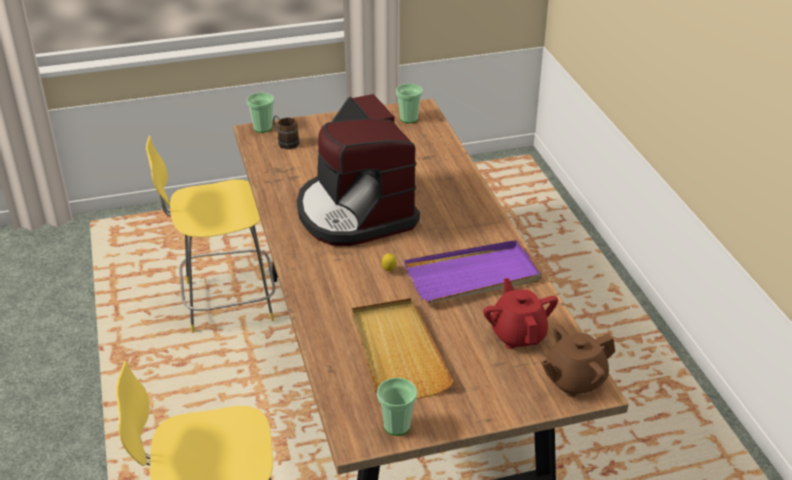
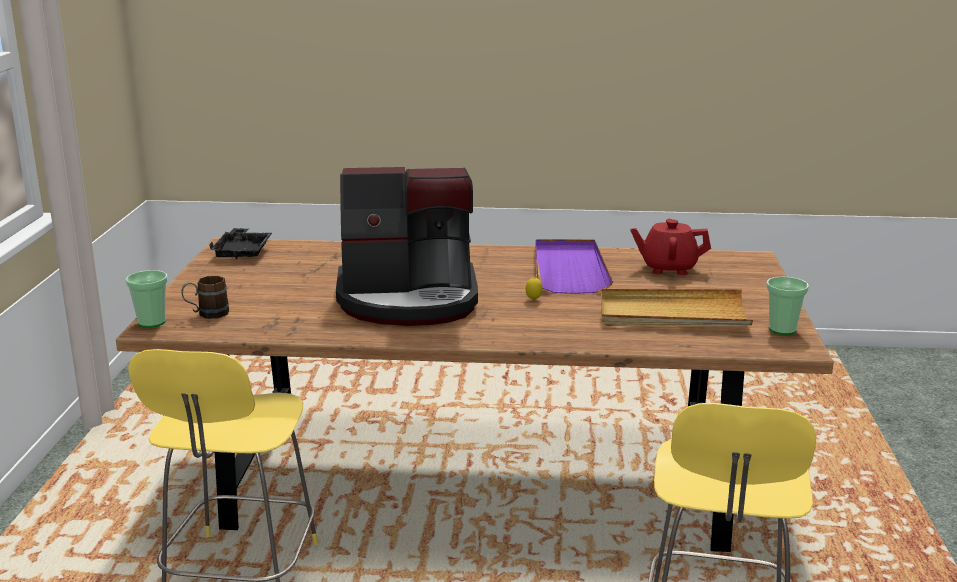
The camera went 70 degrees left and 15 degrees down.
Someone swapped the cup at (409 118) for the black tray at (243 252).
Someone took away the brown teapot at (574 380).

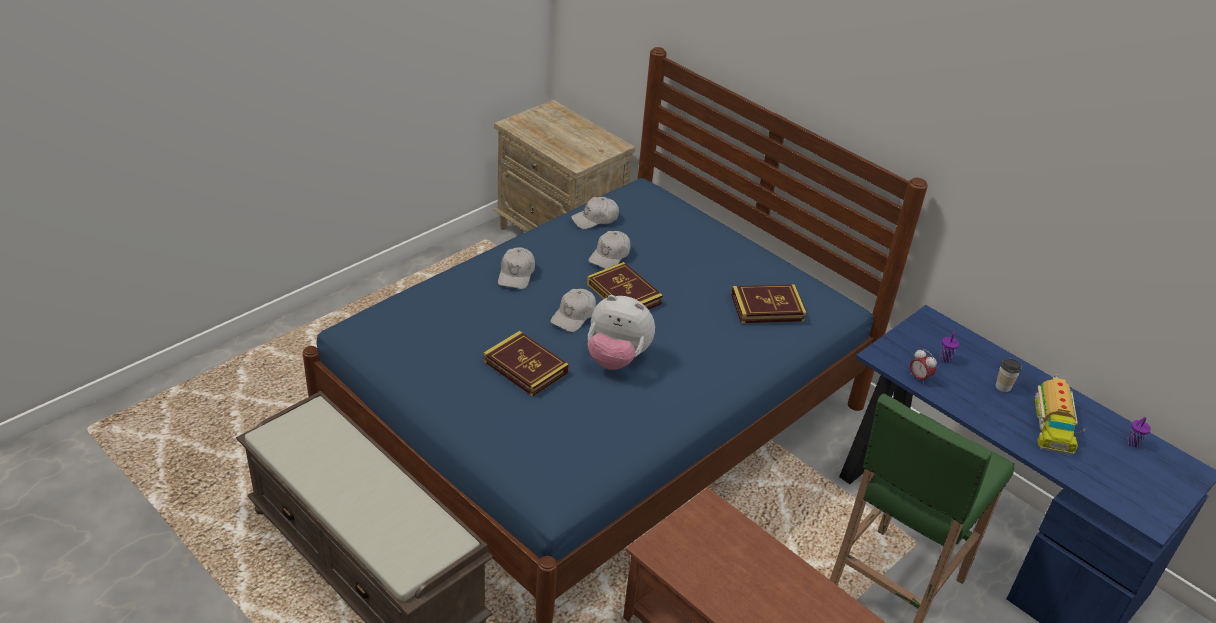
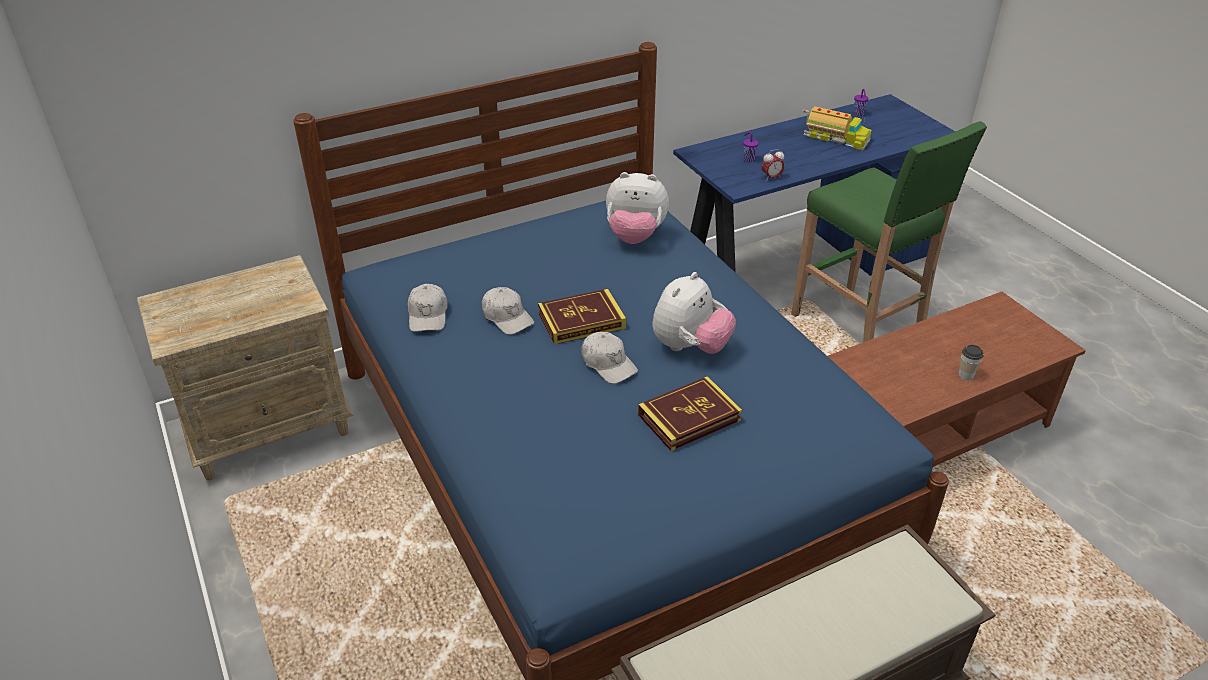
The camera went 70 degrees left and 0 degrees up.
Someone took away the white cap at (516 274).
Someone swapped the book at (767 307) for the plush toy at (635 236).
Someone carried the cup from (1003 387) to (966 375).

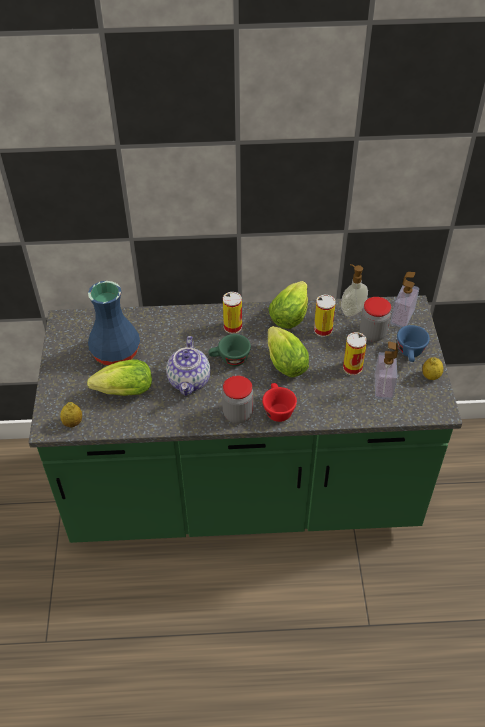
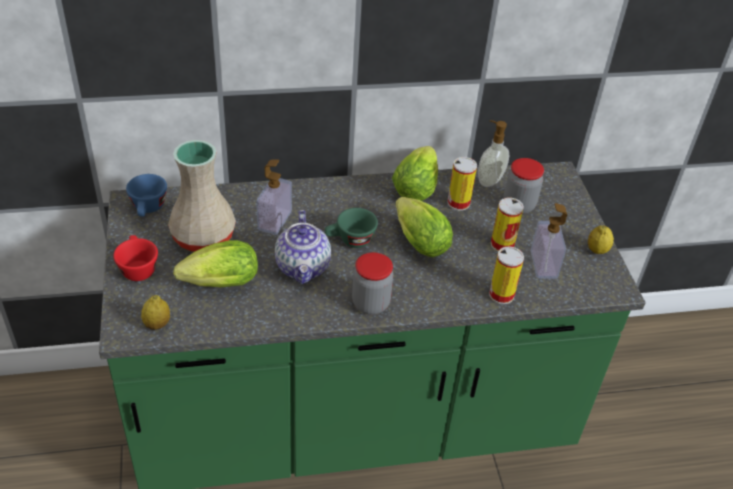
The camera went 10 degrees left and 5 degrees down.
Someone carried the soap dispenser from (402 317) to (275 221).
Someone repainted the blue vase at (117 351), which became the beige vase at (205 235).
Someone carried the can from (232 327) to (501 294).
Someone carried the blue cup from (410 353) to (148 209).
Someone carried the red cup from (277 409) to (137 267).

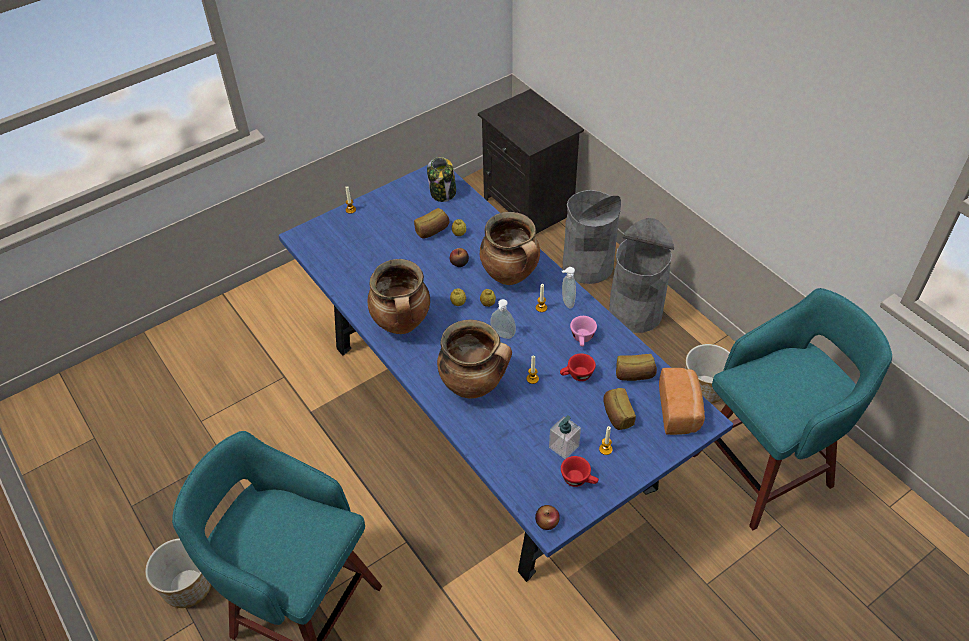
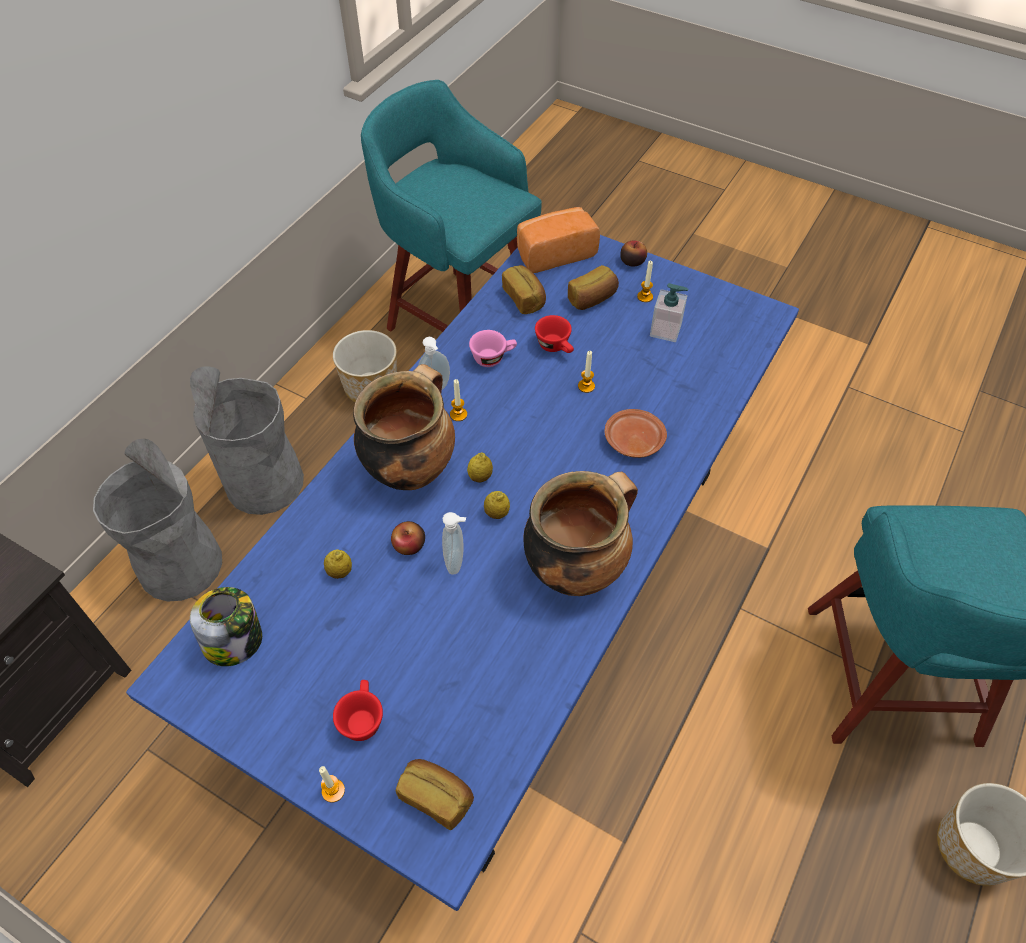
The camera went 115 degrees left and 5 degrees up.
Someone carried the bread from (432 231) to (436 797).
Someone carried the soap dispenser from (502 335) to (456 561).
Someone swapped the cooking pot at (474 385) for the brown plate at (633 440).
Someone carried the red cup from (579 480) to (362 717).
Someone carried the apple from (547 522) to (632 261).

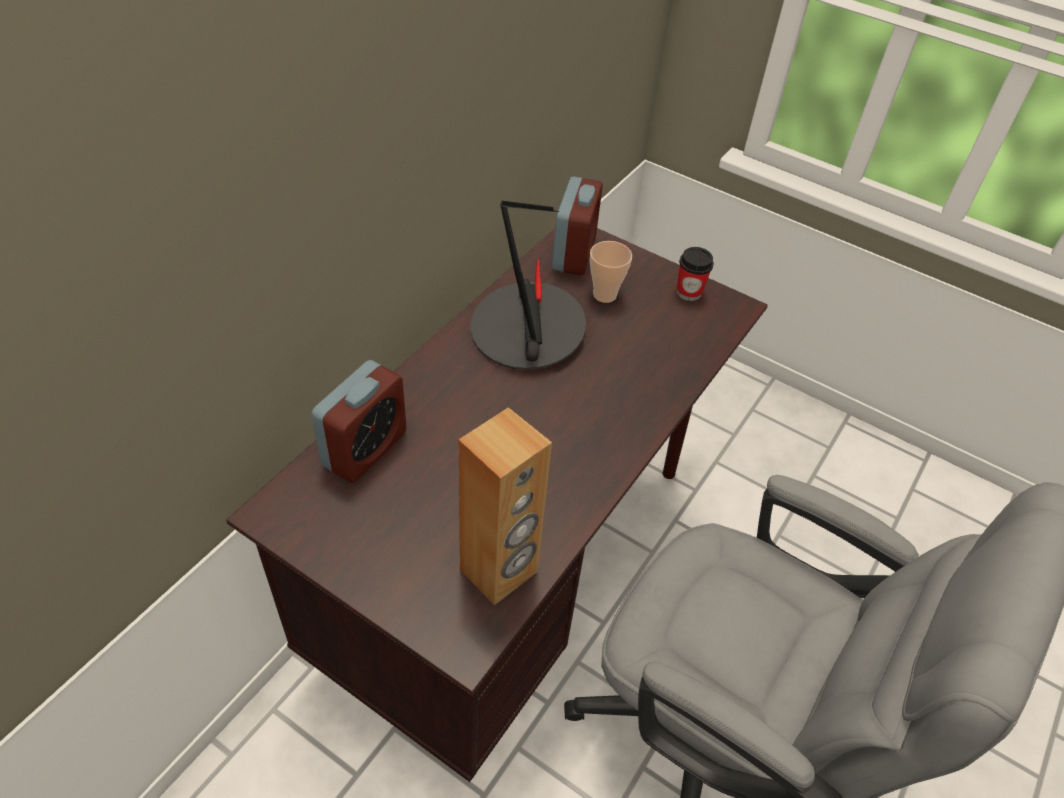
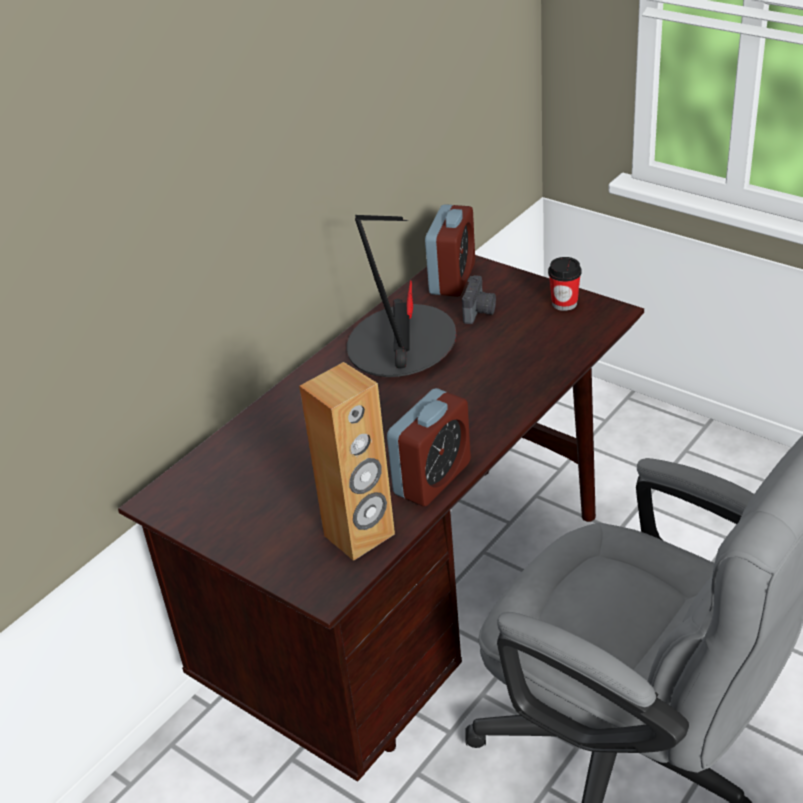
The camera went 10 degrees right and 10 degrees down.
Someone swapped the cup at (604 295) for the photo camera at (479 312).
Someone carried the alarm clock from (365 449) to (432 478).

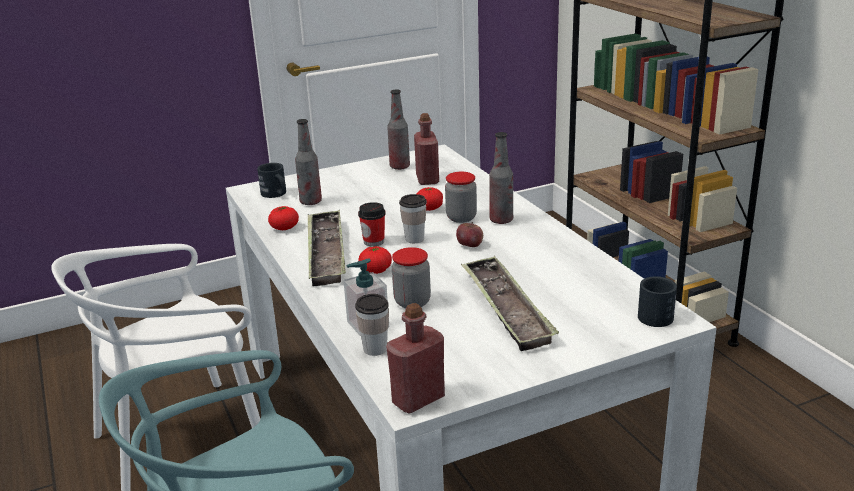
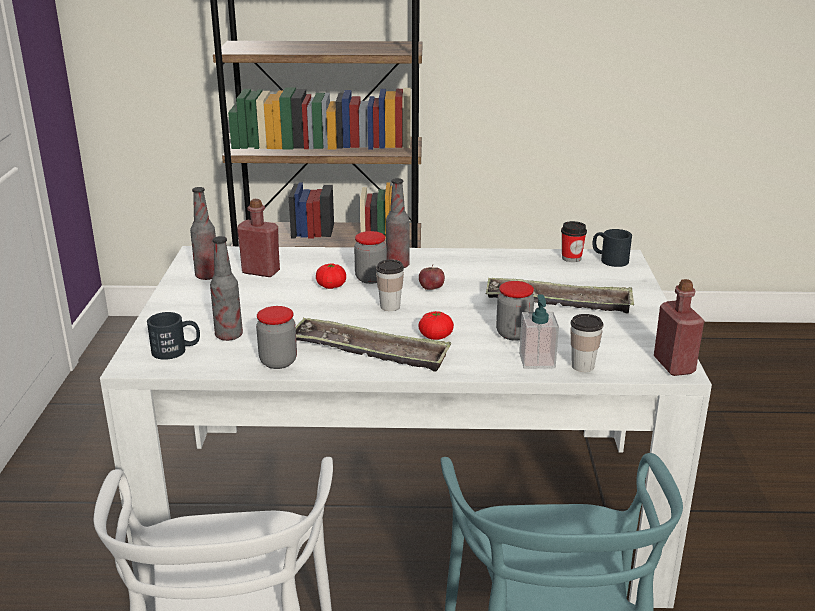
The camera went 65 degrees left and 0 degrees up.
Someone carried the cup from (374 241) to (571 258).
Someone swapped the tomato at (284 228) for the jar at (278 362).

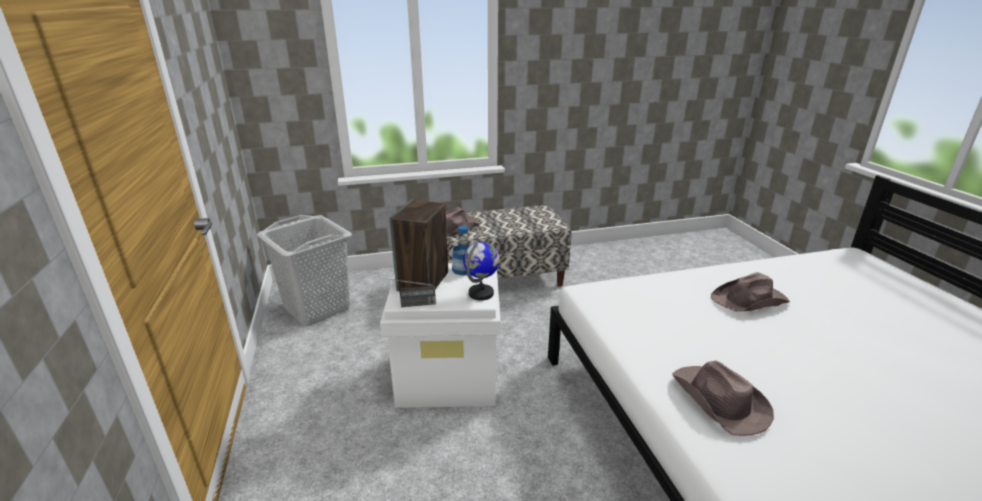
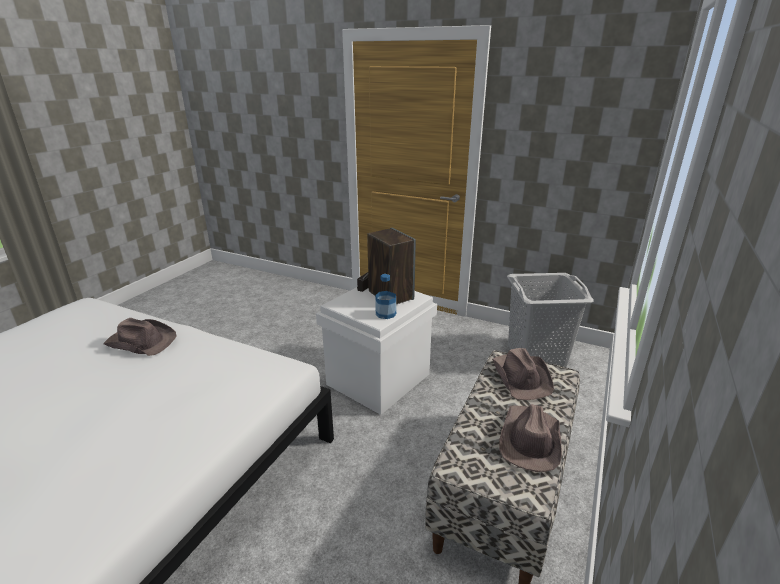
The camera went 130 degrees right and 0 degrees up.
Someone took away the globe at (481 293).
Someone carried the brown hat from (750 300) to (529 439).

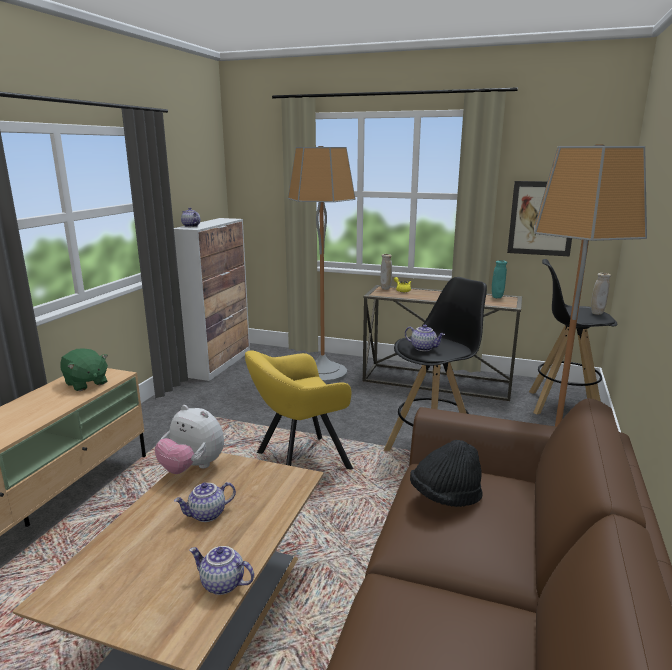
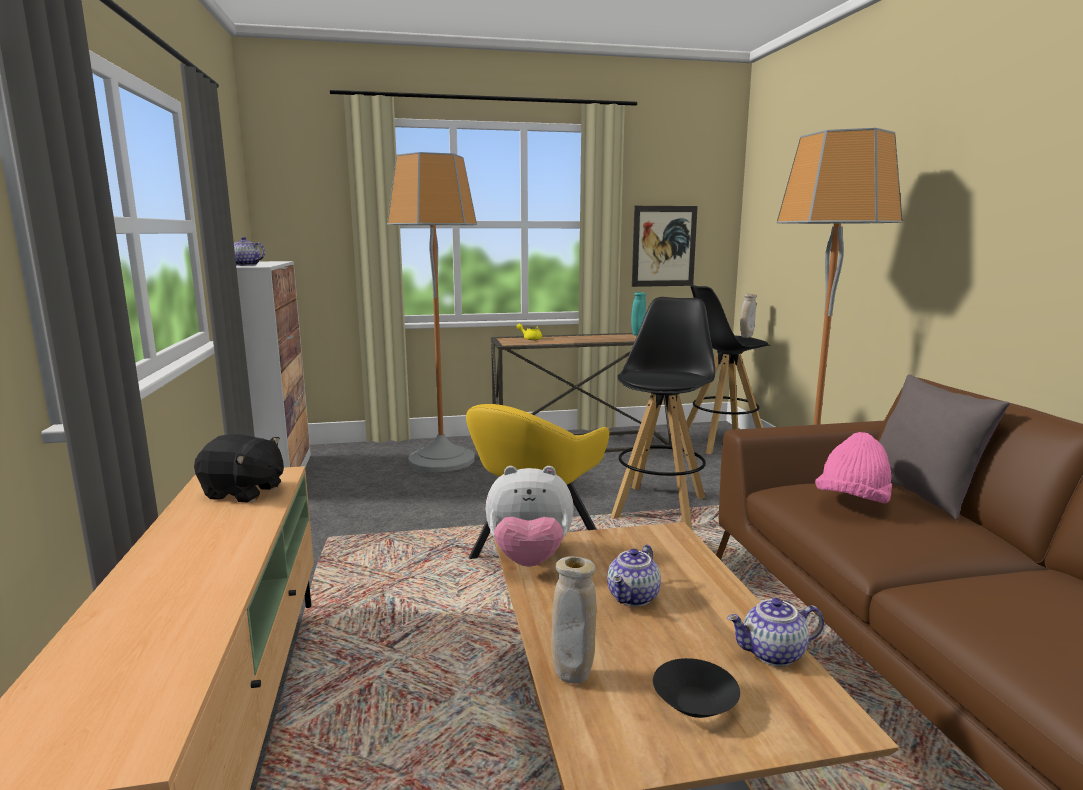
The camera went 30 degrees left and 5 degrees down.
Someone carried the beige vase from (385 289) to (573 677).
Someone took away the teapot at (424 348).
Someone repainted the green plush toy at (86 383), which became the black plush toy at (244 492).
Someone repainted the black hat at (445 497), which became the pink hat at (852 502).
Someone put down the grey pillow at (922 495).
Someone put down the black bowl at (693 704).

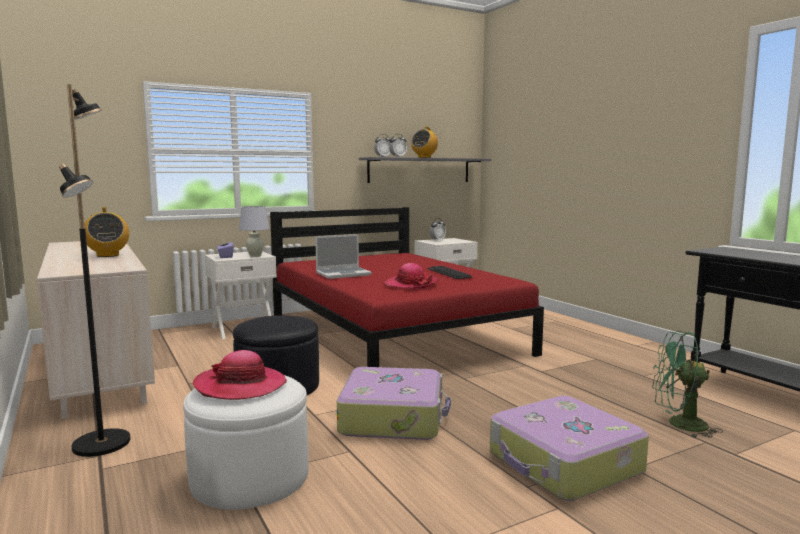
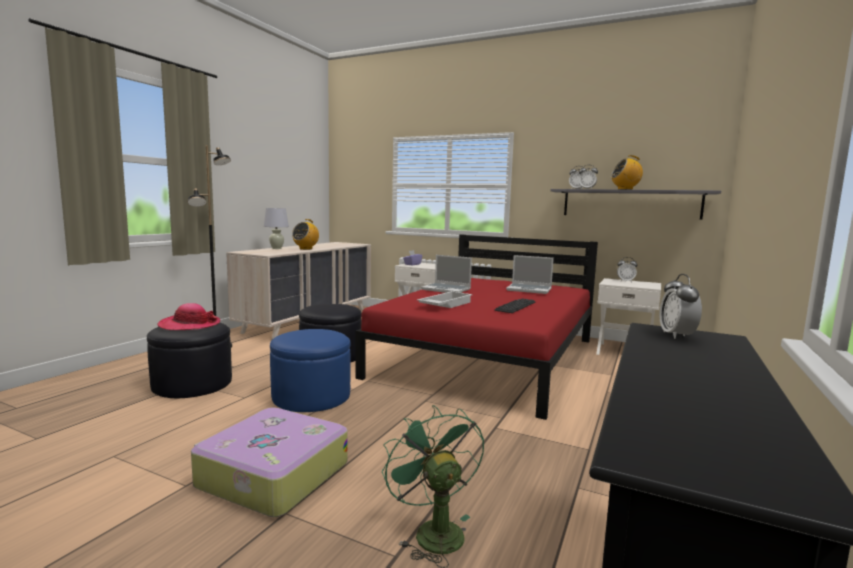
The camera went 55 degrees right and 0 degrees up.
Someone carried the white table lamp from (255 256) to (277 248).
Someone swapped the hat at (410 284) for the white tray at (444 305).
Someone swapped the suitcase at (393 417) for the blue ottoman at (311 396).
Someone repainted the white ottoman at (249 477), which became the black ottoman at (192 384).
Someone put down the laptop at (530 289).
Someone put down the alarm clock at (676 335).

